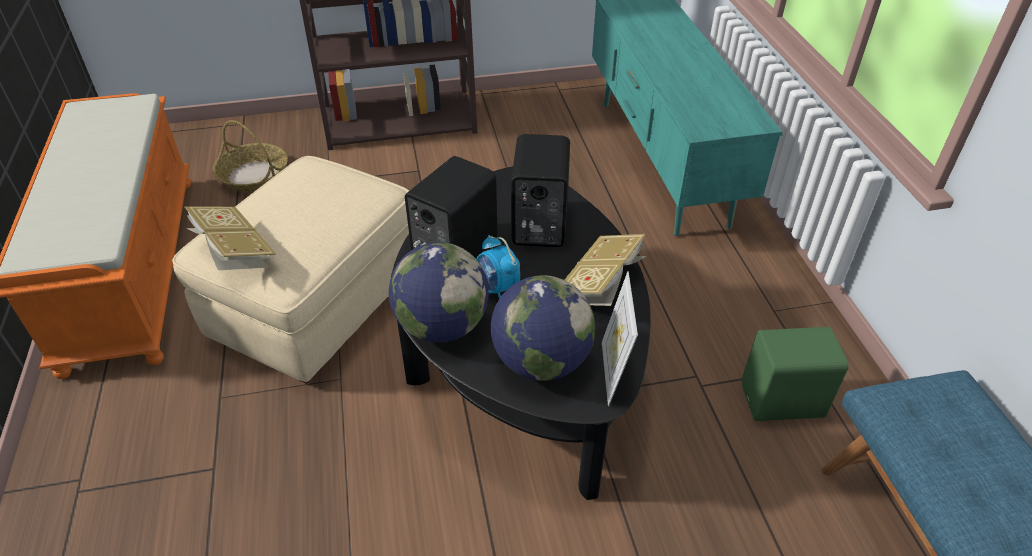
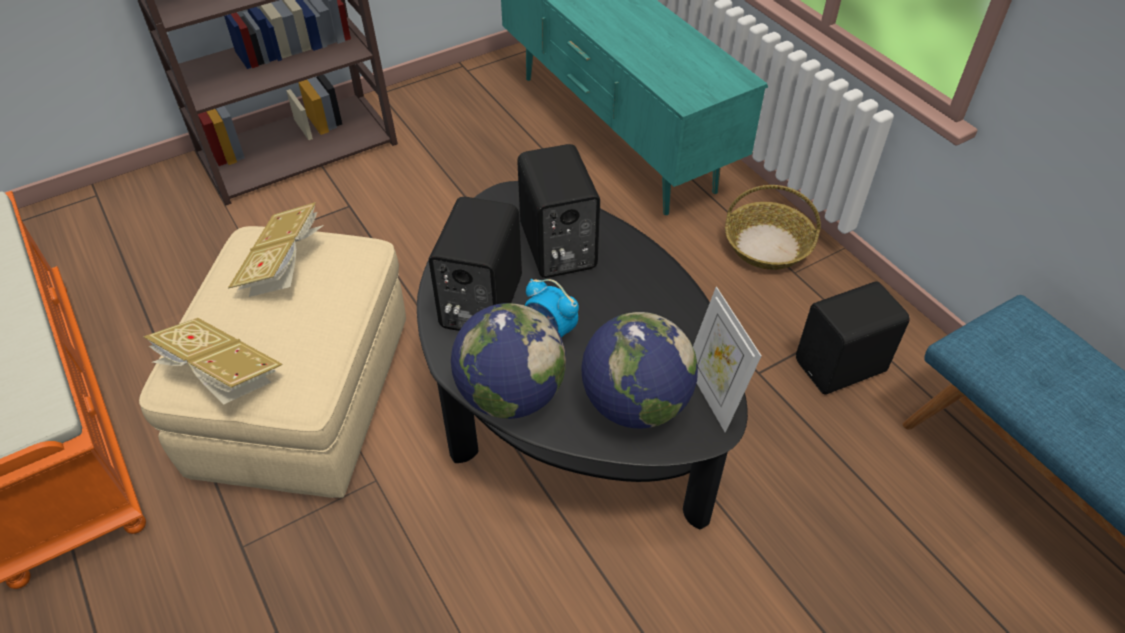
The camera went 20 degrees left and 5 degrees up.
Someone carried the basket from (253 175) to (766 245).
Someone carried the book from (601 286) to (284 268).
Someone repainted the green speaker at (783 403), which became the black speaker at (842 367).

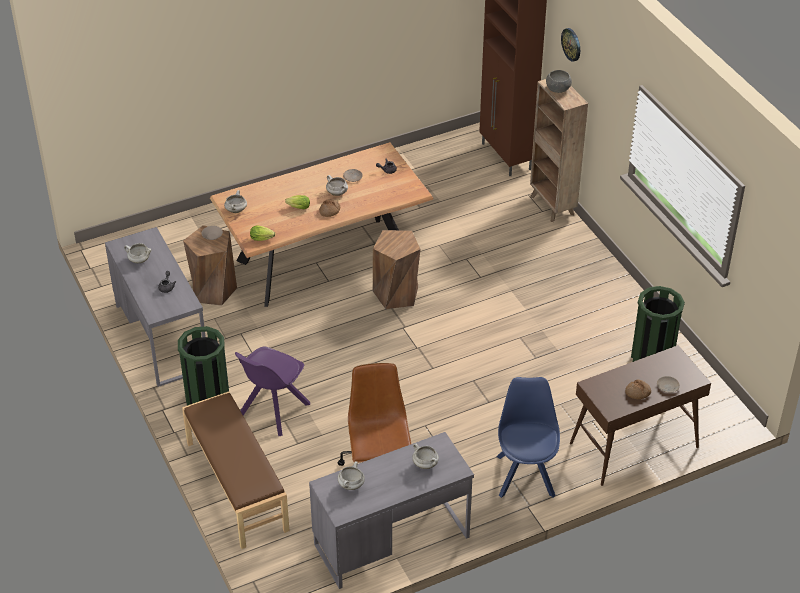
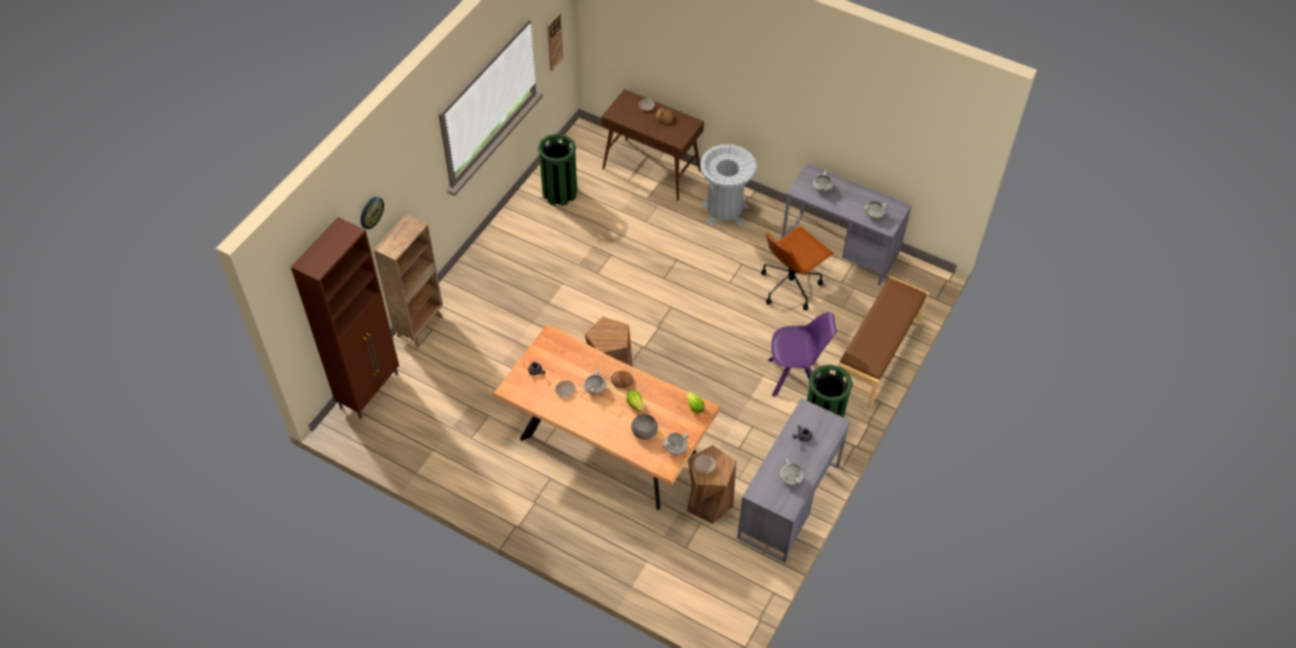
The camera went 125 degrees left and 10 degrees up.
Someone carried the grey bowl from (558 89) to (644 432).
Someone swapped the blue chair at (525 474) for the grey trash can at (724 210).
Someone put up the wall clock at (554 41).

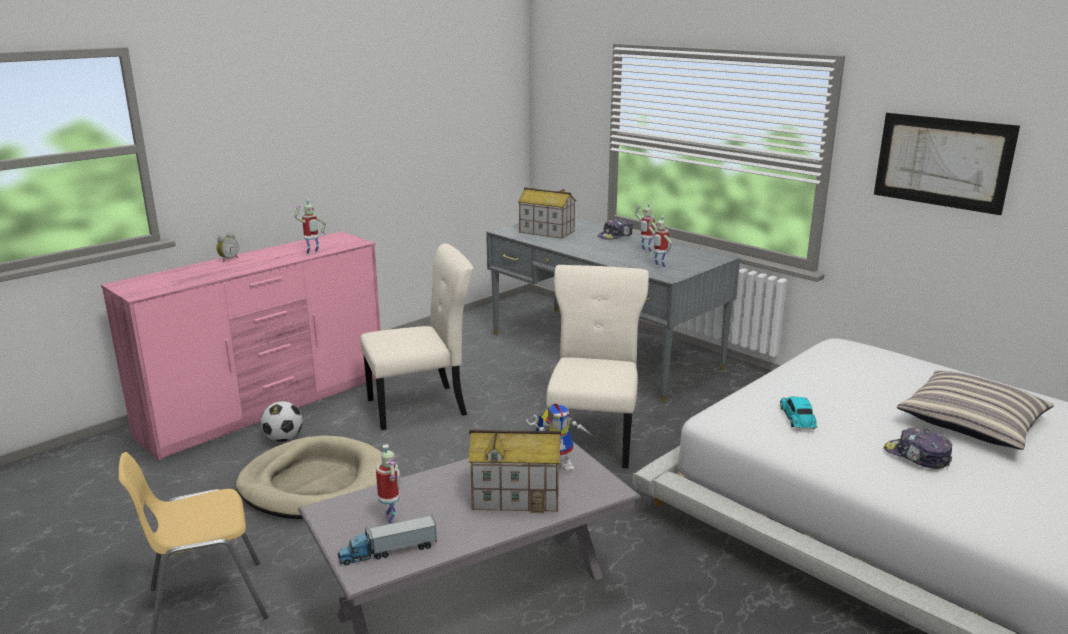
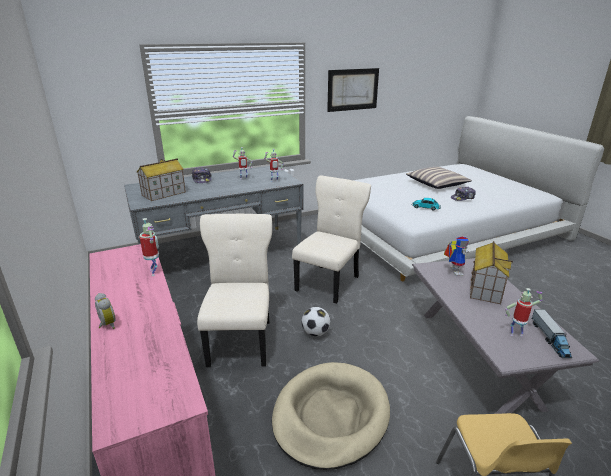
The camera went 70 degrees left and 5 degrees up.
Someone rotated the beige chair at (594 439) by 90 degrees clockwise.
Someone carried the football from (283 438) to (315 333).

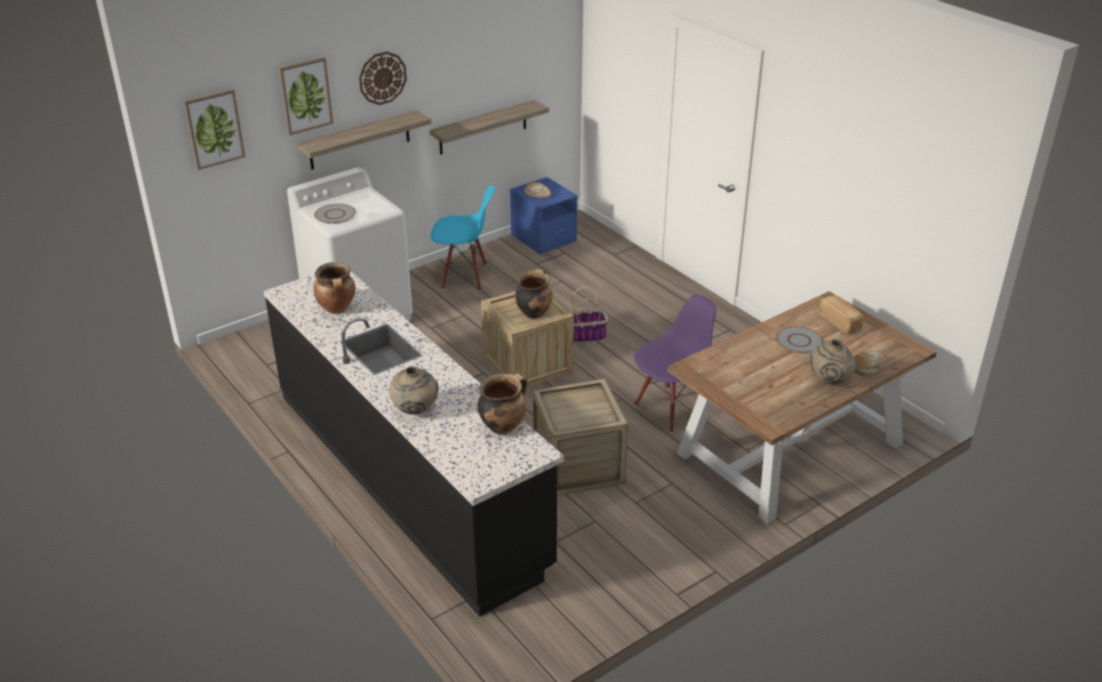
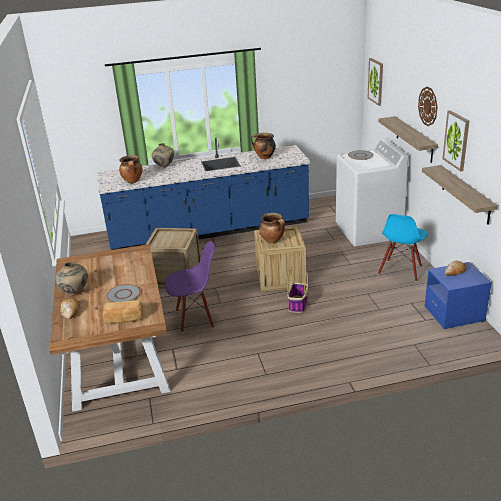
The camera went 115 degrees right and 5 degrees down.
Someone carried the picture from (305 95) to (456 140).
Someone repainted the black counter at (409 477), which became the blue counter at (209 231).
Someone rotated the purple chair at (670 409) by 90 degrees counterclockwise.

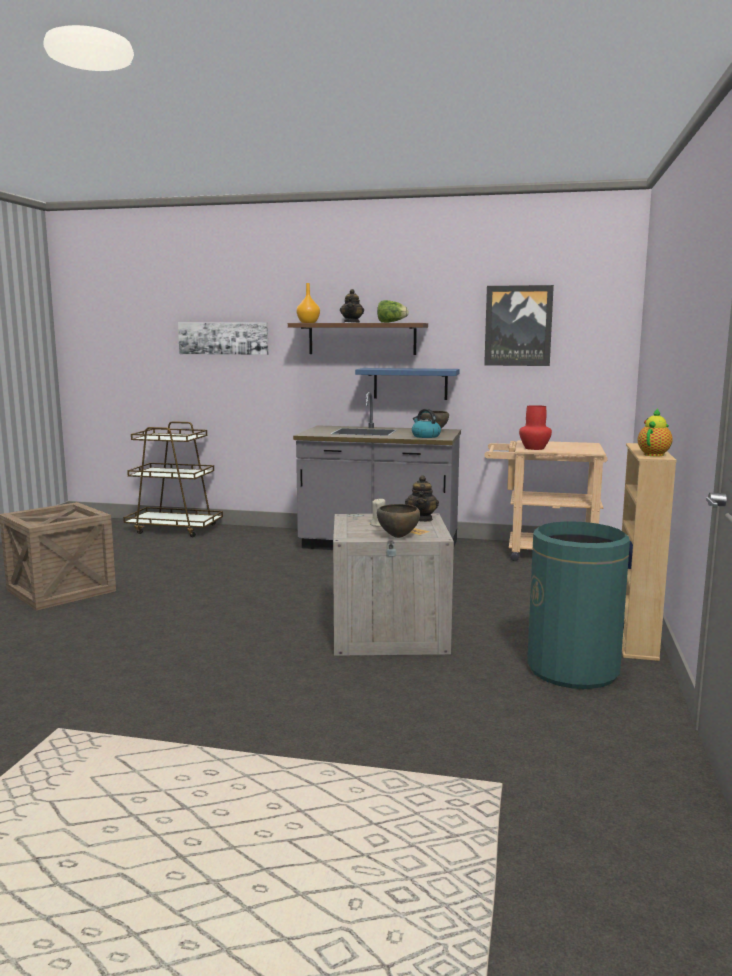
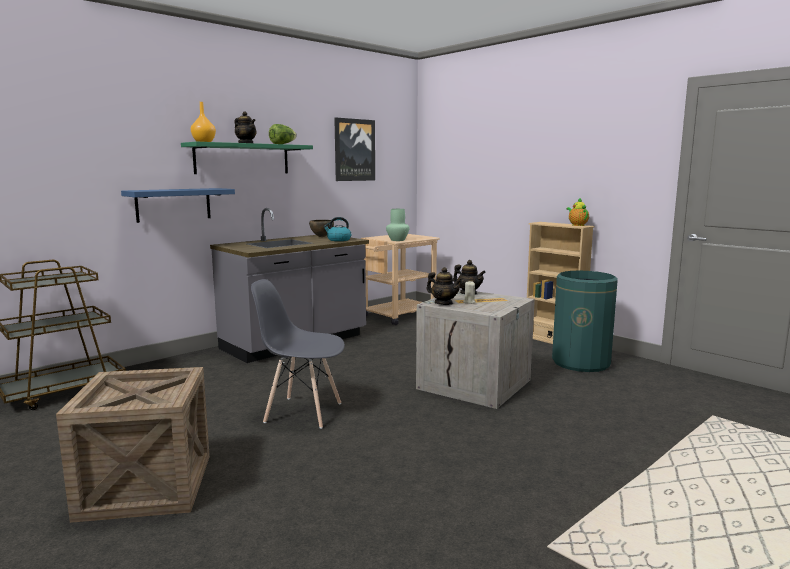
The camera went 55 degrees left and 0 degrees up.
Someone took away the picture at (223 338).
Someone repainted the brown shelf at (362 339), which became the green shelf at (242 159).
Someone carried the blue shelf from (410 383) to (173 204).
Someone repainted the red vase at (535 448), which became the green vase at (397 240).
Someone took away the brown bowl at (398 537).
Someone put down the teapot at (443 303).
Someone put down the grey chair at (302 412).

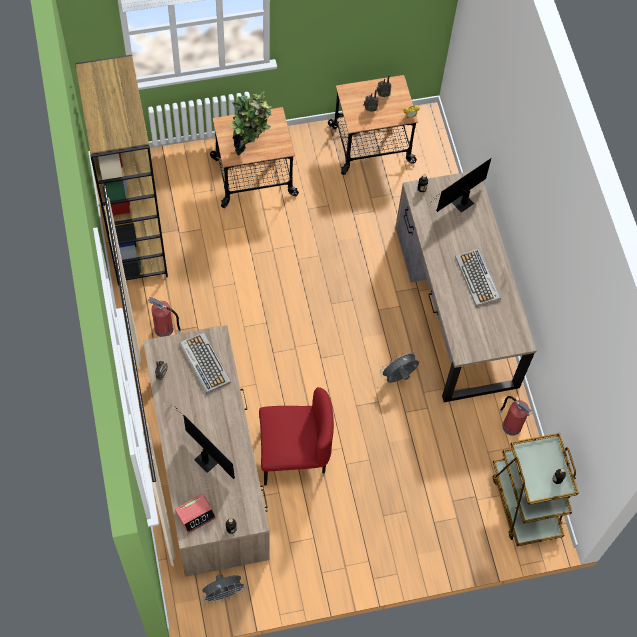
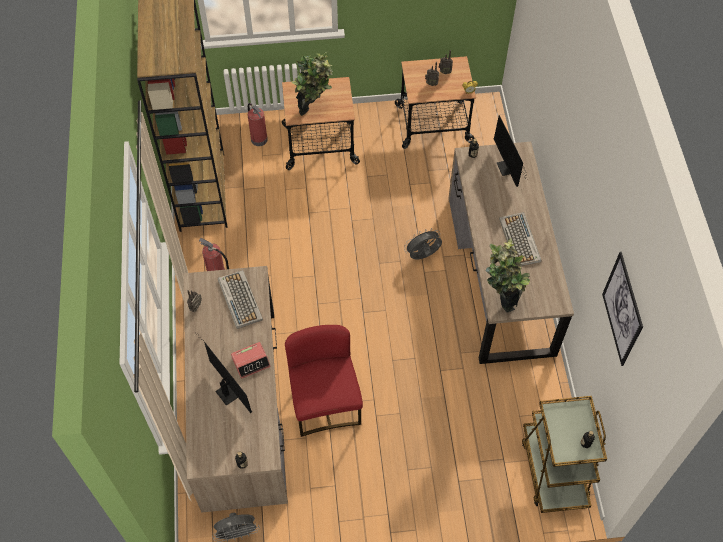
The camera went 10 degrees right and 5 degrees down.
Someone rotated the monitor at (458 203) by 75 degrees counterclockwise.
Someone carried the grey fan from (399 377) to (423 256).
Someone rotated the red chair at (293 455) by 105 degrees counterclockwise.
Someone carried the fire extinguisher from (511 425) to (258 139).
Someone carried the alarm clock from (195 515) to (251 362).
Someone put down the potted plant at (501 297).
Someone put up the picture at (622 309).

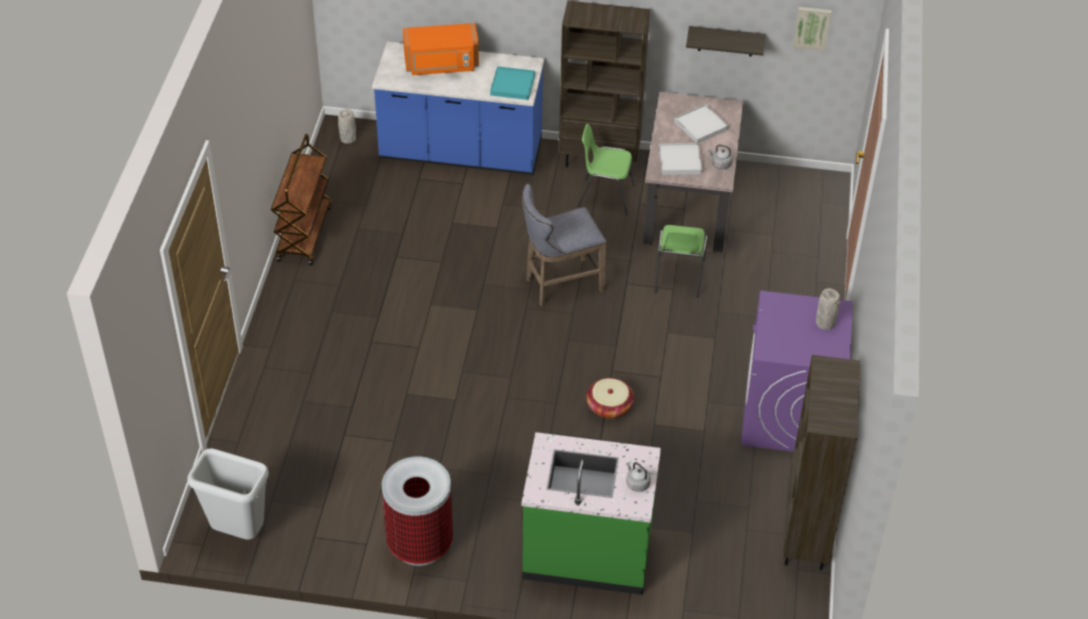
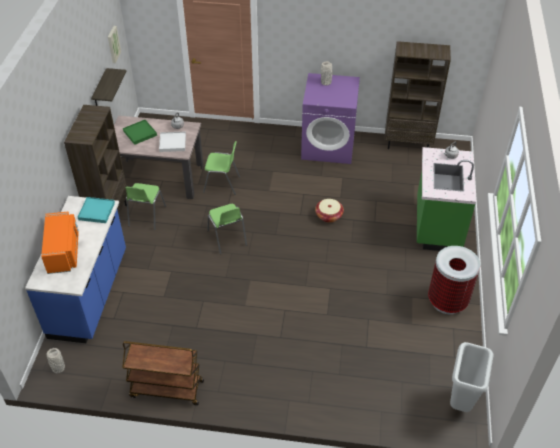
The camera went 90 degrees left and 0 degrees up.
Someone repainted the white tray at (701 125), which became the green tray at (140 133).
Someone swapped the grey stool at (559 284) for the green chair at (227 238).

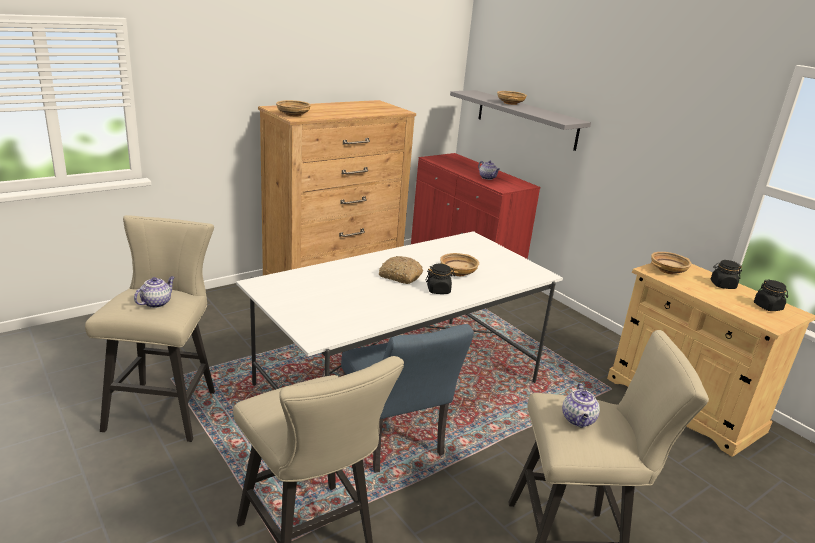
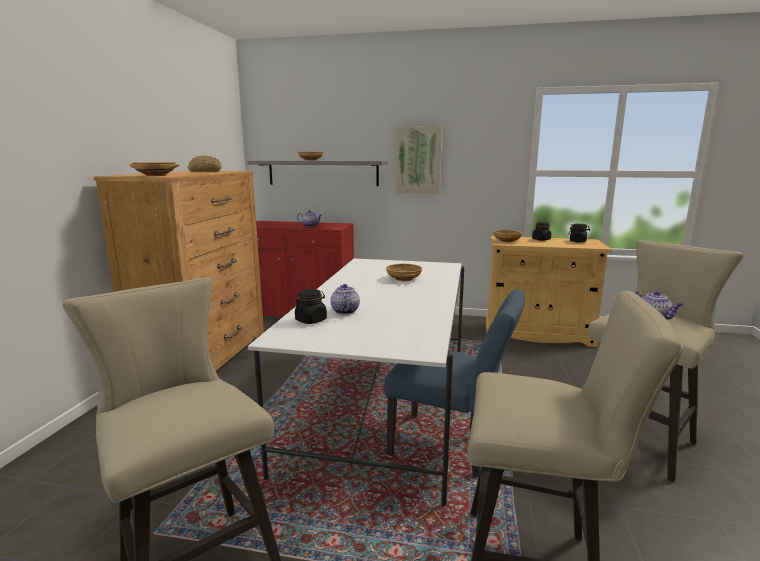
The camera went 40 degrees left and 10 degrees down.
Someone carried the bread from (400 276) to (205 171).
Someone carried the black jar from (438 290) to (311 320).
Someone carried the teapot from (156 303) to (344 311).
Someone put up the picture at (418 160).

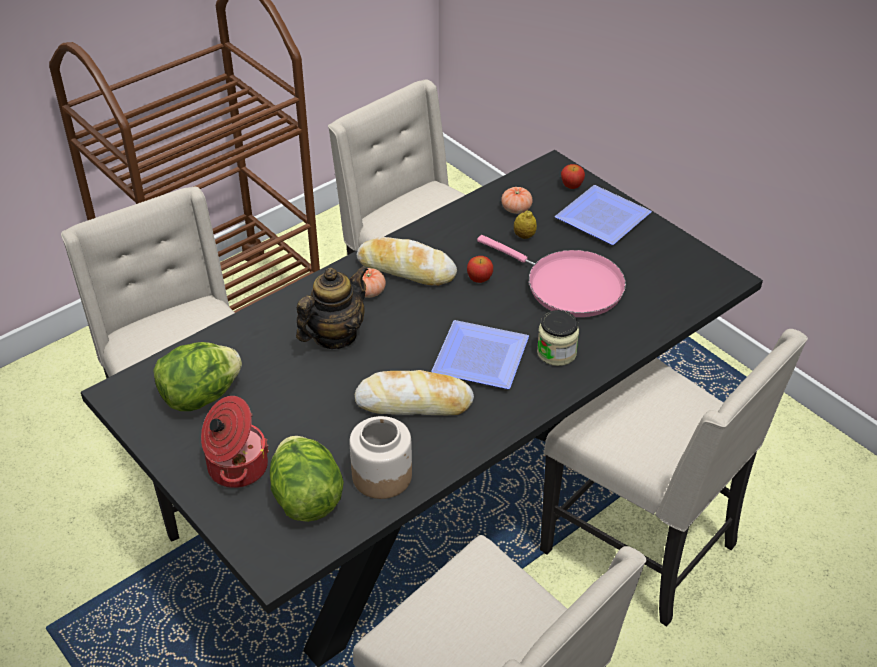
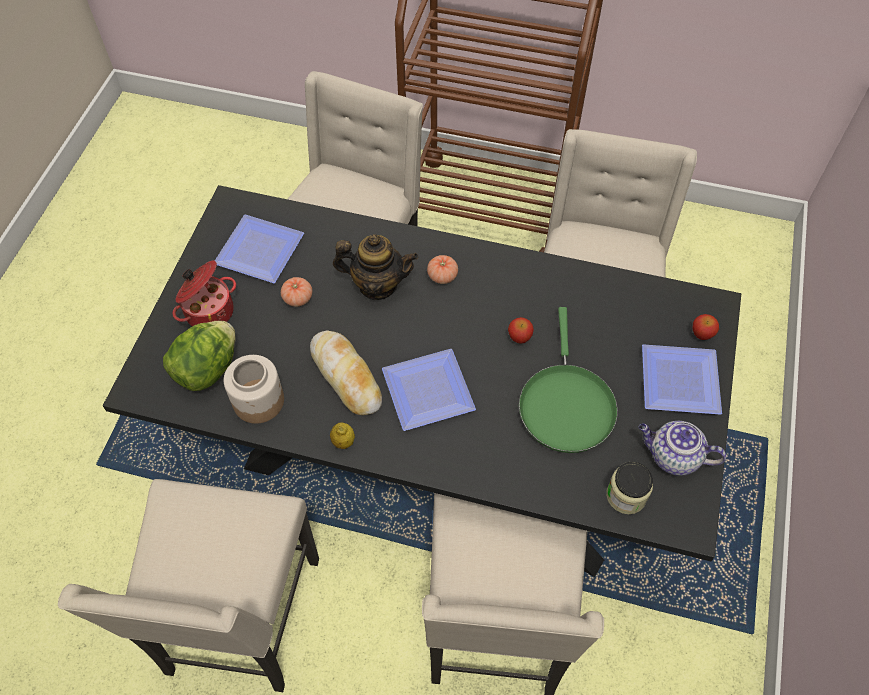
The camera went 55 degrees right and 15 degrees up.
Someone carried the tomato from (516 209) to (298 298).
Someone carried the lemon from (524 236) to (343 441).
Someone repainted the pink frying pan at (568 286), which became the green frying pan at (565 404).
Someone took away the bread at (406 269).
Someone carried the jar from (556 353) to (626 496).
Someone swapped the lettuce at (200 396) for the plate at (259 248).
Someone put down the teapot at (672 457).

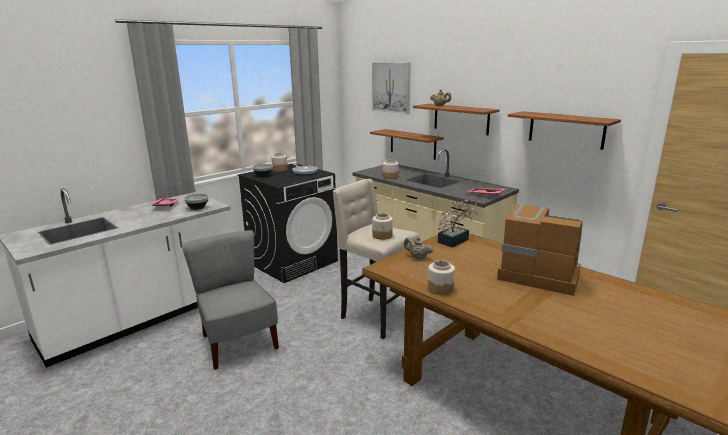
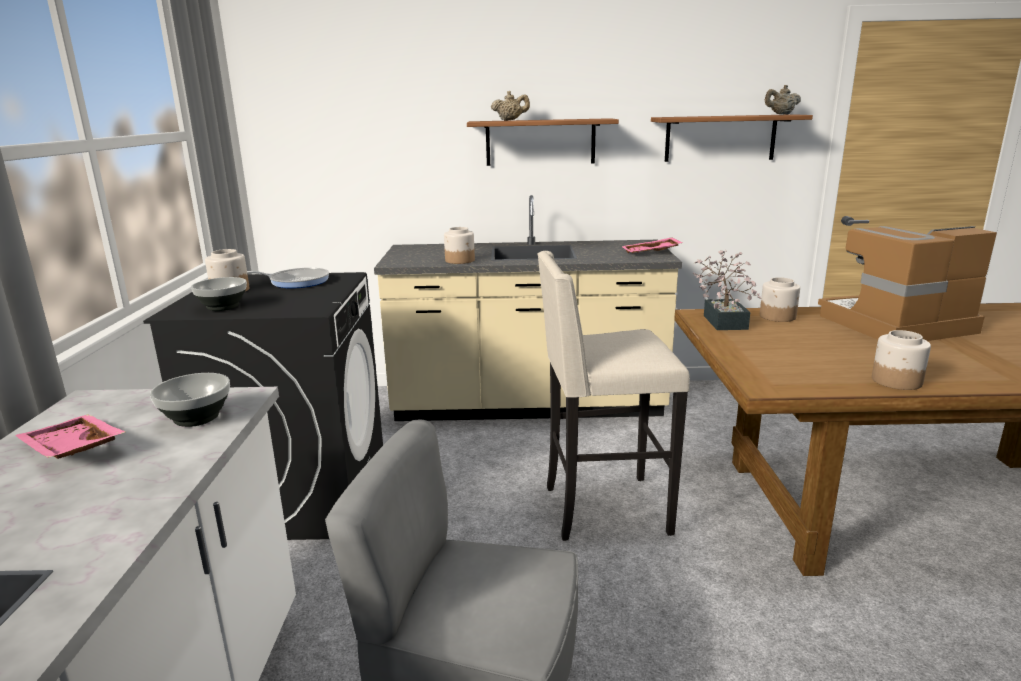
The camera went 45 degrees left and 0 degrees up.
Someone took away the picture at (391 87).
Someone took away the shelf at (412 144).
Someone carried the jar from (382 236) to (778 316).
Someone carried the beige teapot from (417 257) to (781 114).

